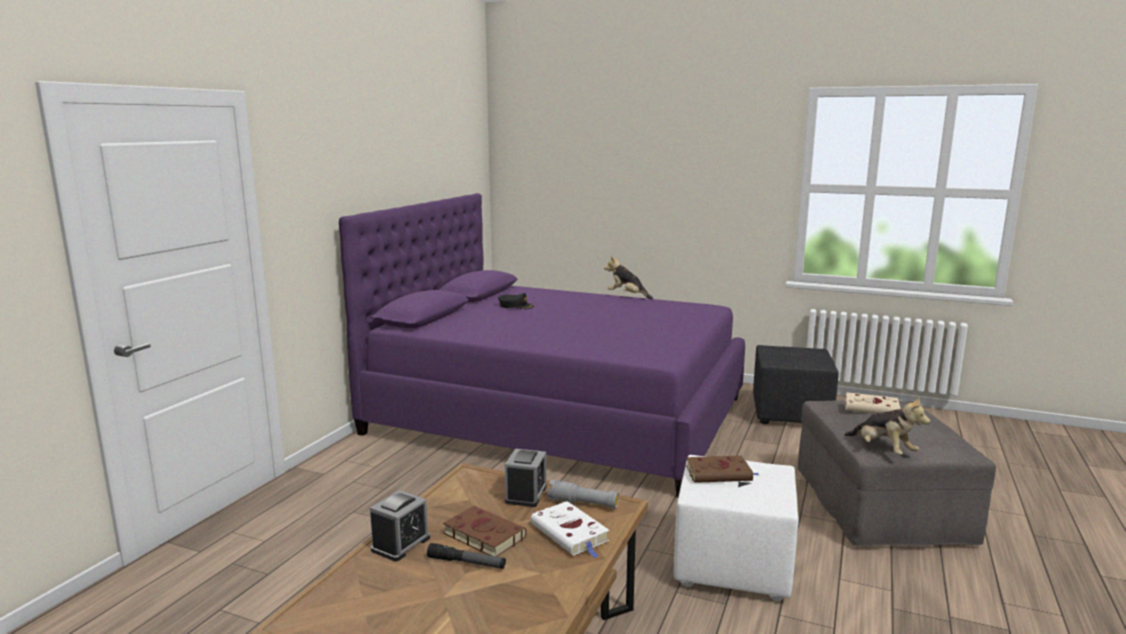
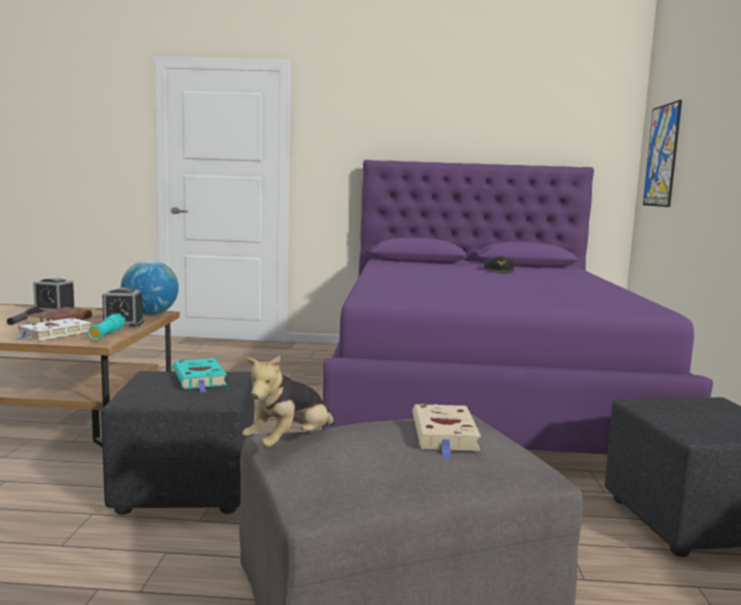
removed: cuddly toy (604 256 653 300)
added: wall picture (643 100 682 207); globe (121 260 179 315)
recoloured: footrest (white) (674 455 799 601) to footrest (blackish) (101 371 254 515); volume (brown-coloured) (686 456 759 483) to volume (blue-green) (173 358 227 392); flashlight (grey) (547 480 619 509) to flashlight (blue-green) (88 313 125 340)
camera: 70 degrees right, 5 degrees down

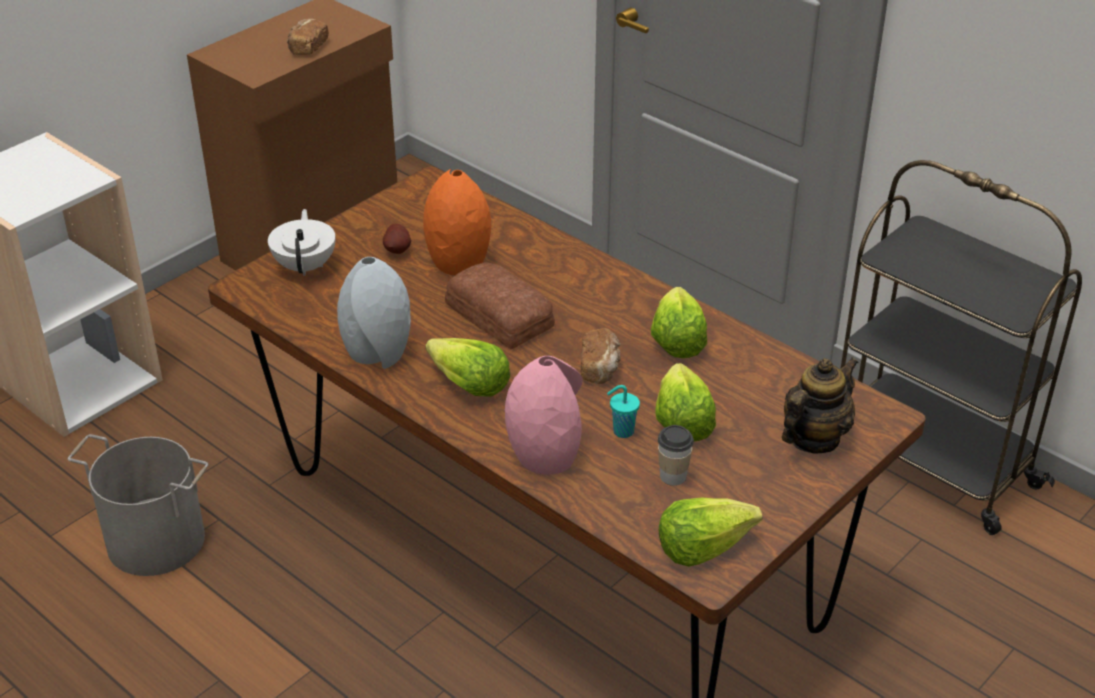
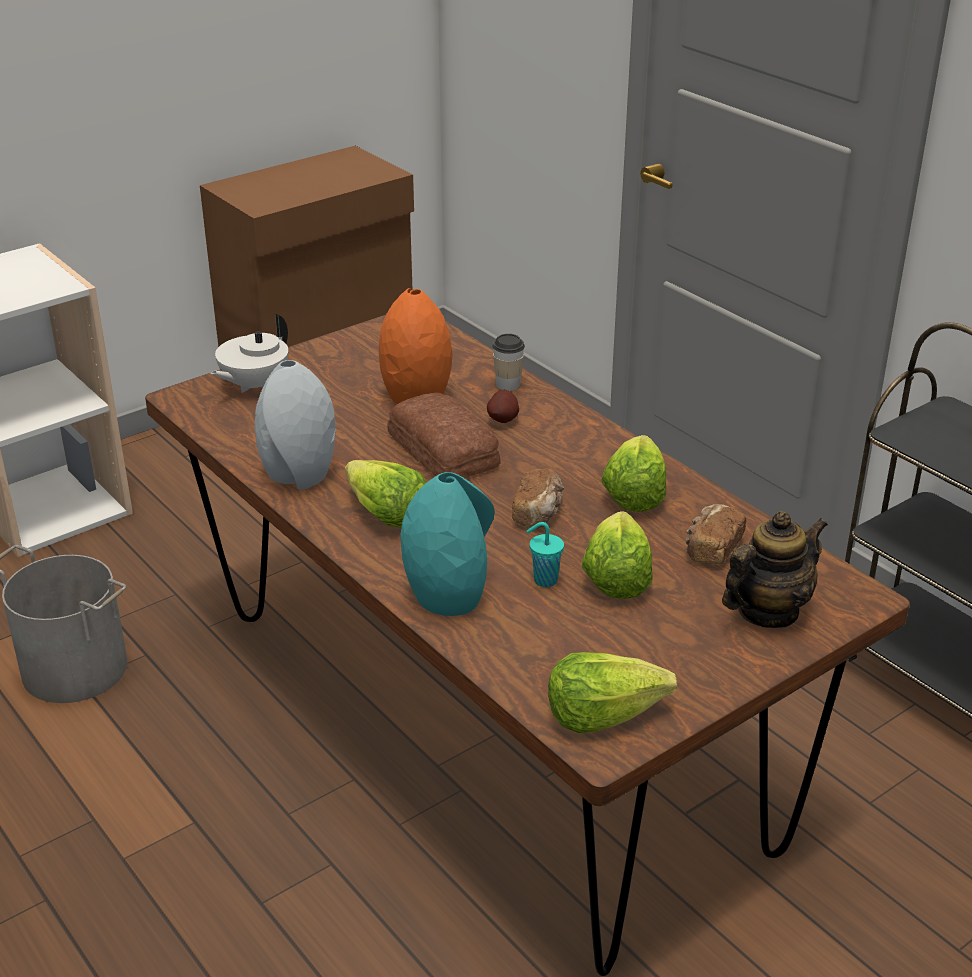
moved: bakery bread (287 19 329 55) to (686 504 746 564); spud (383 224 411 254) to (487 390 519 423); drinking cup (658 425 694 486) to (492 334 525 391)
recoloured: flower vase (pink) (505 356 583 475) to flower vase (blue-green) (400 472 495 616)
turned: tea pot (white) (268 209 336 276) = (210 314 288 393) 150 degrees counterclockwise
camera: 10 degrees right, 5 degrees down

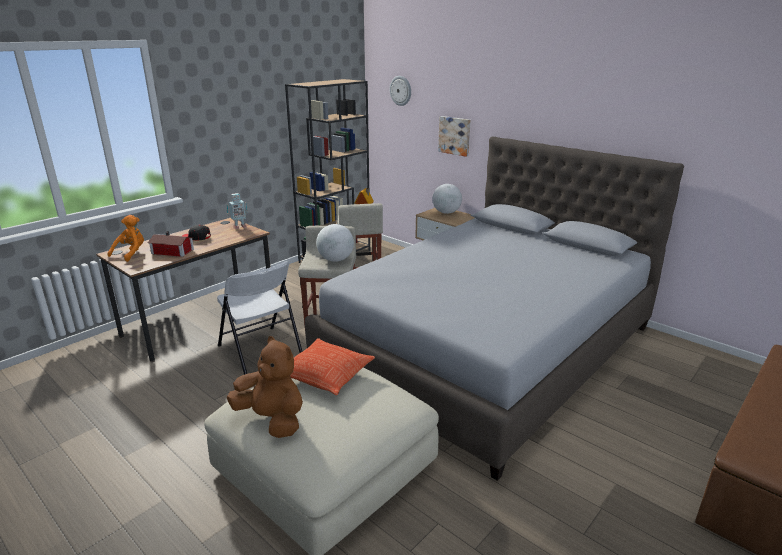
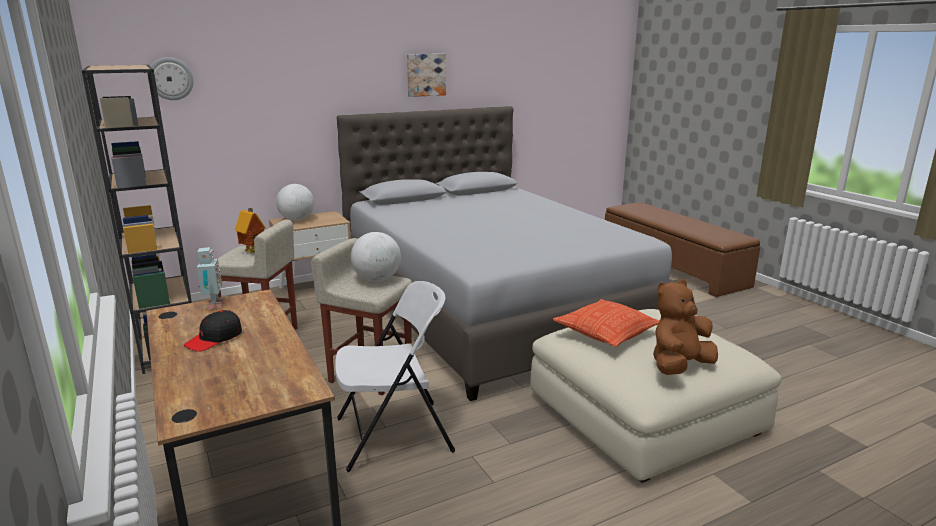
removed: cuddly toy (orange) (108 215 144 262); miniature house (147 231 194 257)
moved: wall picture (438 116 471 157) to (407 54 446 97)
camera: 70 degrees left, 5 degrees down

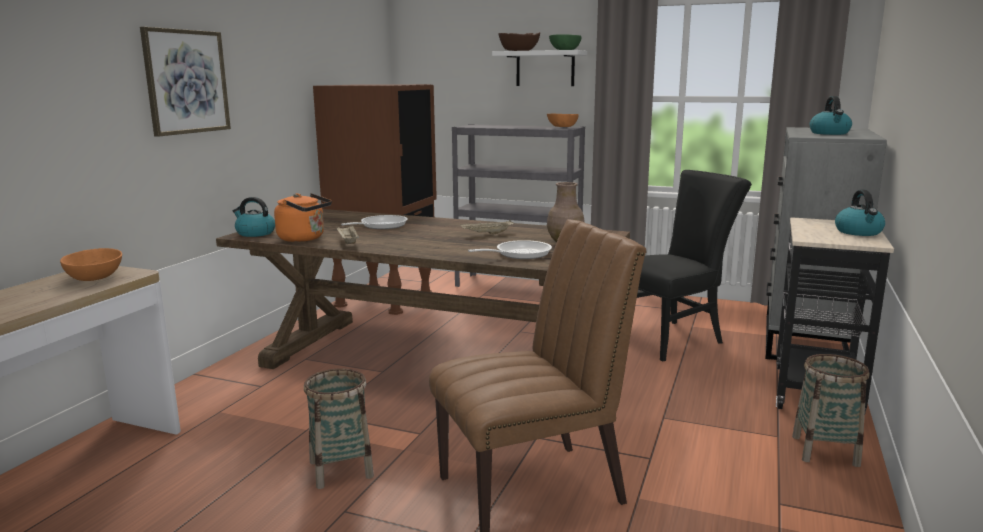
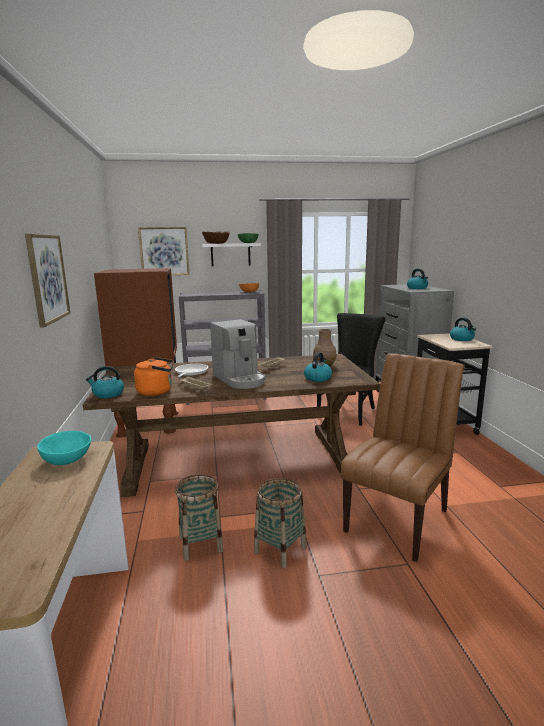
added: wall picture (138 227 190 275); coffee machine (210 319 266 389)
moved: storage basket (792 354 870 467) to (175 474 223 561)
replaced: pan (468 240 552 259) to tea kettle (304 352 332 382)
recoloured: deep dish (orange) (60 248 122 281) to deep dish (blue-green) (37 431 91 465)
camera: 30 degrees left, 0 degrees up

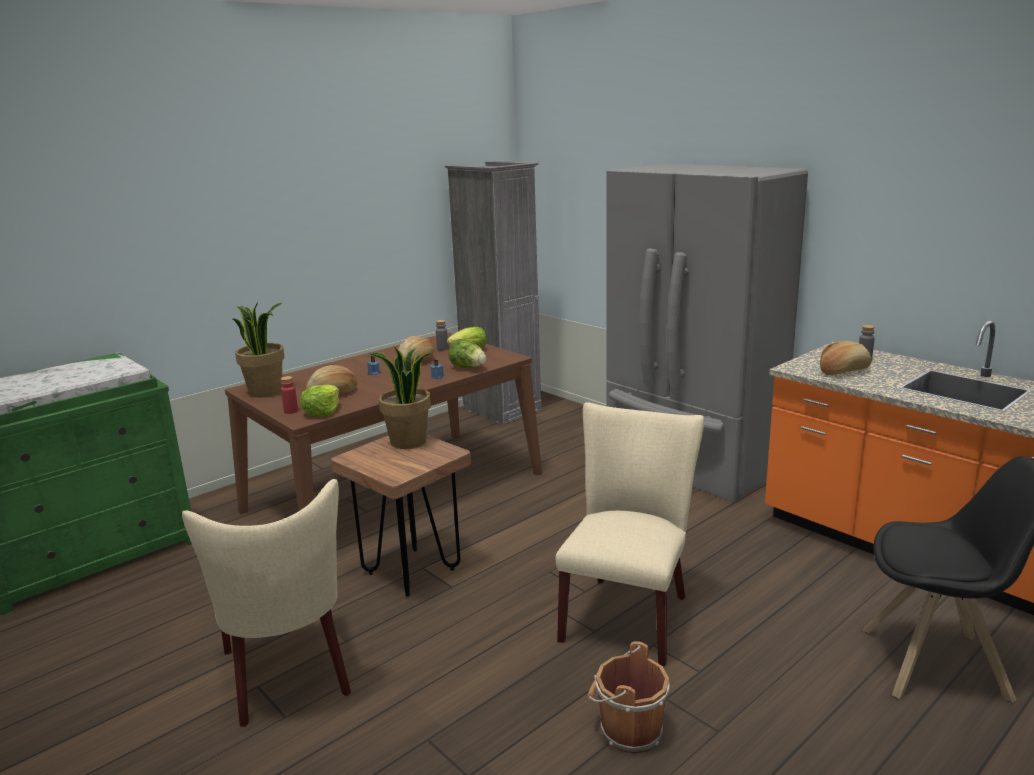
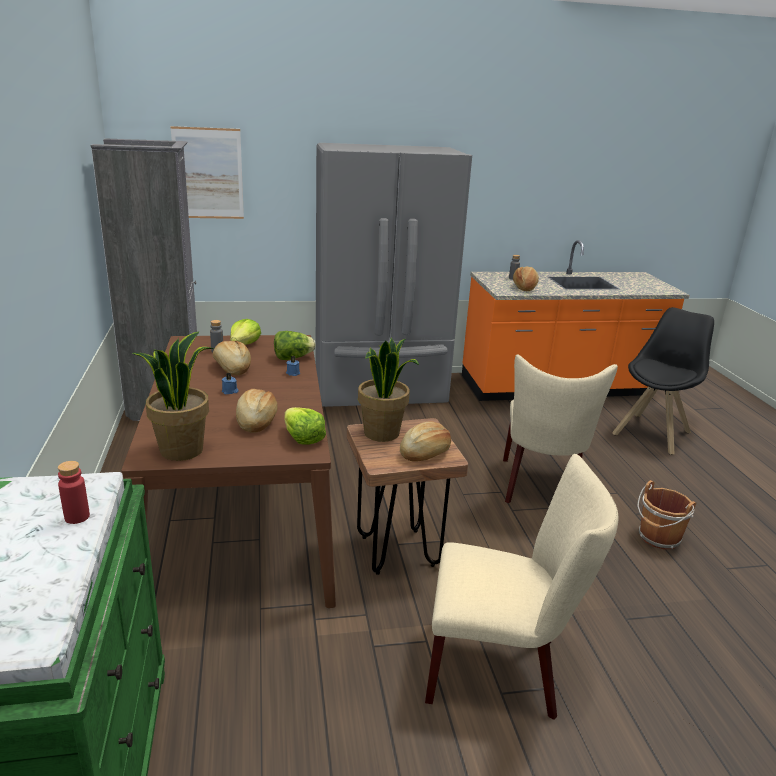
added: wall picture (170 126 244 219); bakery bread (400 421 451 462)
moved: drink bottle (red-coloured) (281 376 298 414) to (58 461 90 524)
turned: chair (beige) (556 402 704 667) = (503 354 618 503) 135 degrees counterclockwise
camera: 60 degrees left, 5 degrees up

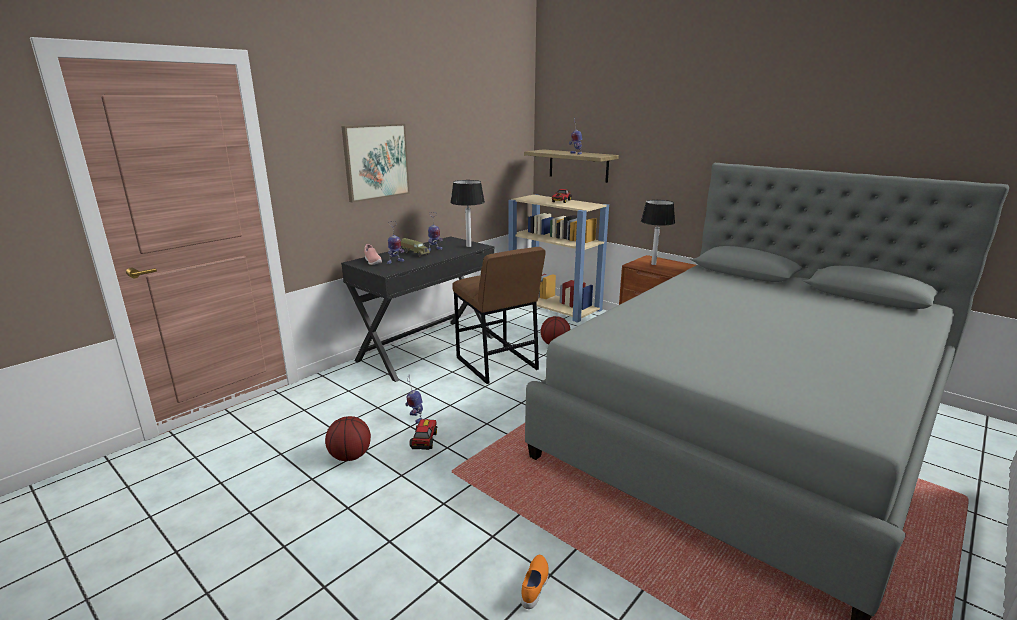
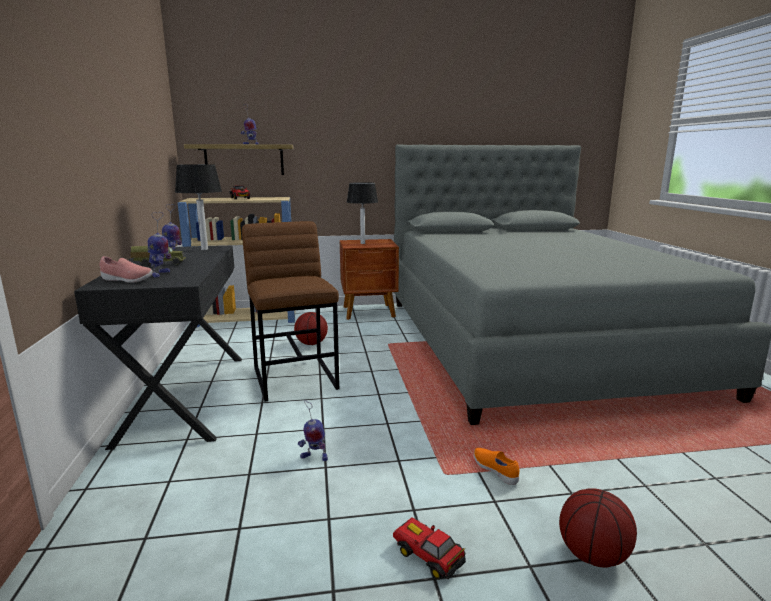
removed: wall picture (341 124 410 203)
moved: ball for basketball (325 416 371 461) to (559 488 637 568); model car (409 419 438 450) to (393 517 466 580); low shoe (orange) (521 555 549 609) to (474 448 519 485)
turned: chair (brown-coloured) (452 247 546 384) = (242 221 339 402) 120 degrees counterclockwise
camera: 50 degrees left, 5 degrees down

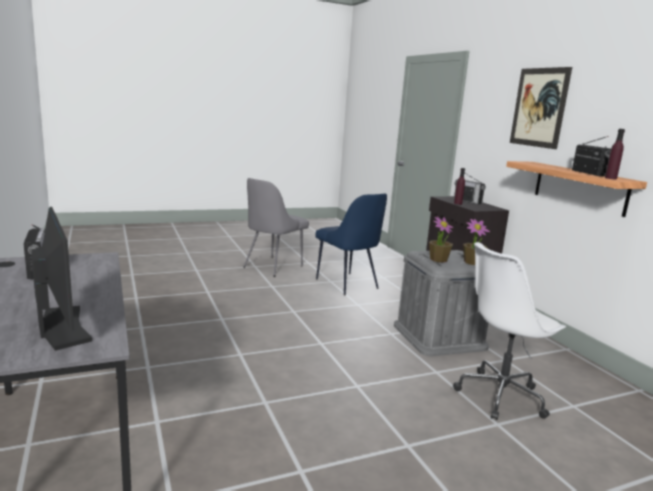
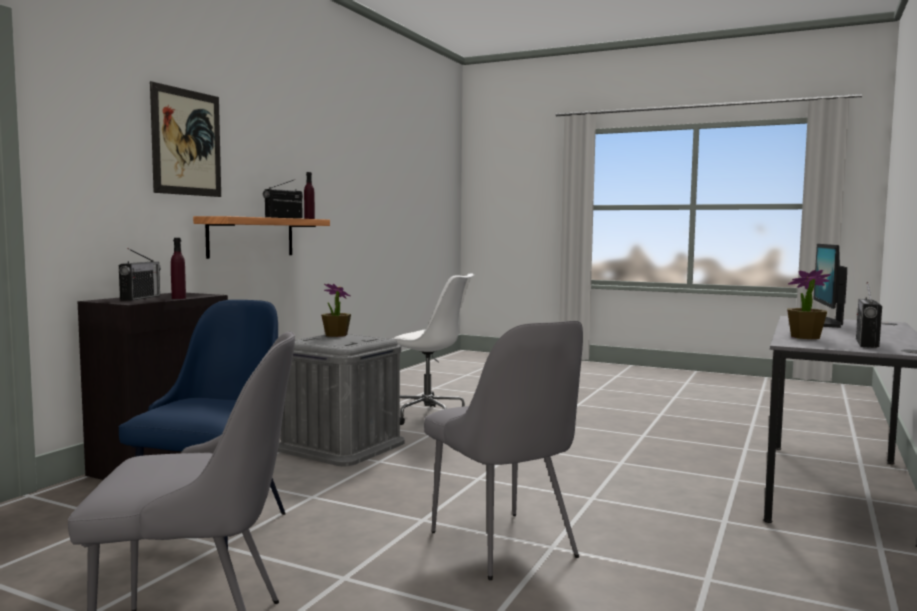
added: chair (grey) (424 321 583 580)
moved: plant in a pot (429 216 453 263) to (787 270 831 339)
camera: 130 degrees left, 10 degrees down

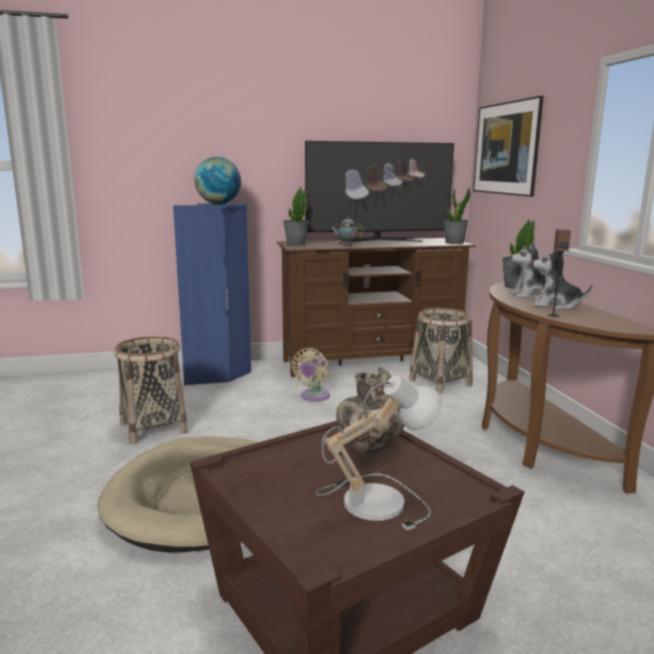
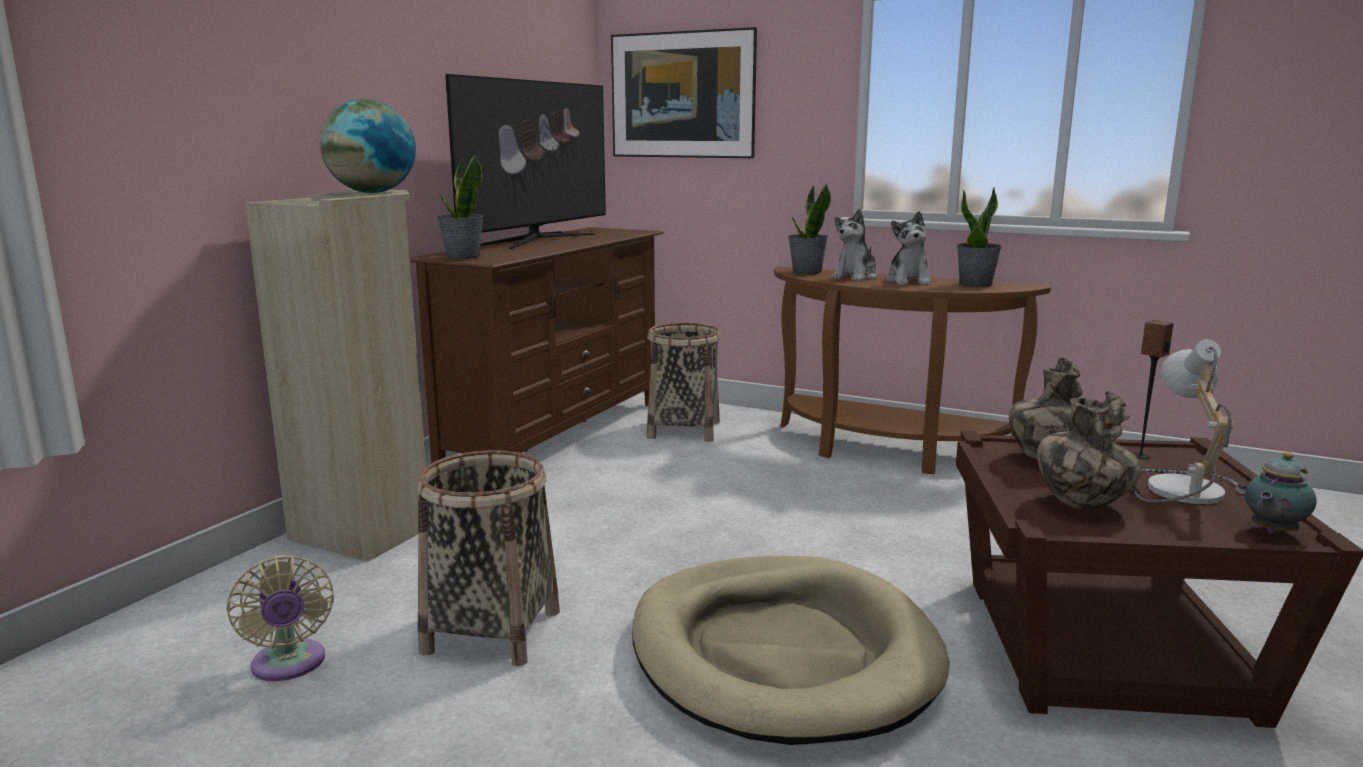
added: flower vase (1037 391 1142 510)
moved: plant in a pot (443 187 471 244) to (957 187 1002 287); tea pot (331 217 364 246) to (1245 452 1317 534); audio speaker (548 229 571 317) to (1132 320 1174 459); electric fan (beige) (292 348 330 401) to (226 555 334 681)
recoloured: storage cabinet (blue-coloured) (173 202 251 385) to storage cabinet (beige) (245 189 426 562)
turned: cuddly toy (533 250 592 310) = (886 211 931 285) 60 degrees counterclockwise
camera: 50 degrees left, 0 degrees up

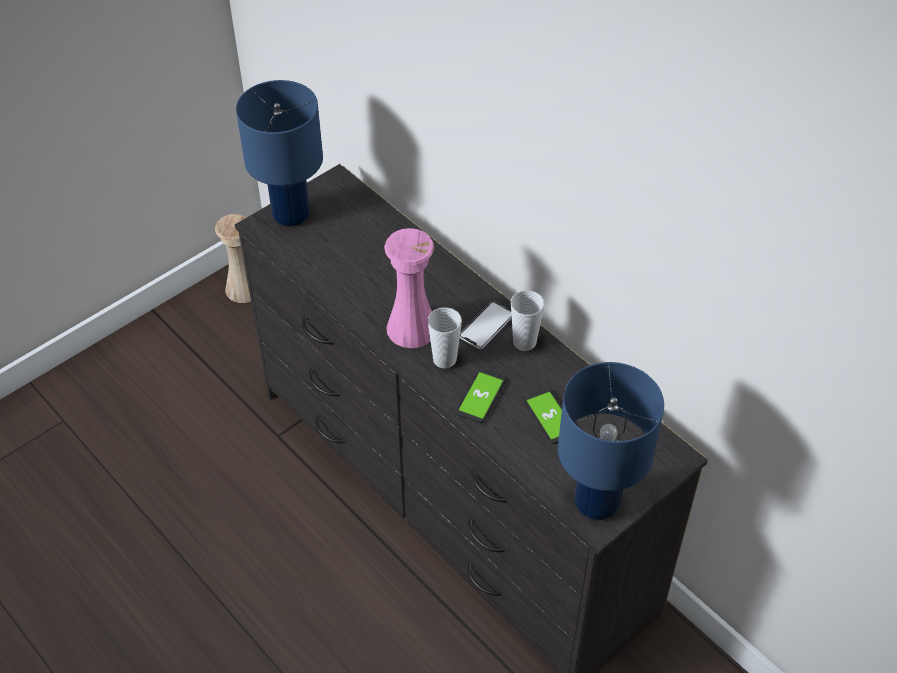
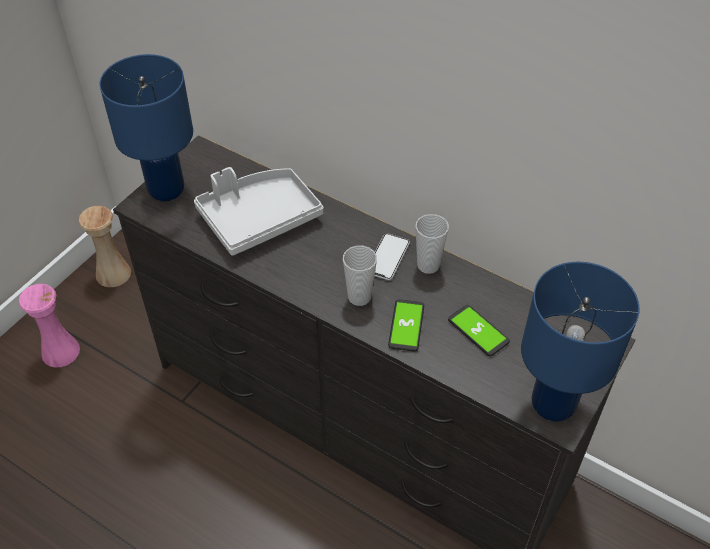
added: serving tray (grey) (194 167 324 256)
moved: flower vase (pink) (384 228 434 348) to (19 284 80 368)
camera: 15 degrees left, 0 degrees up

